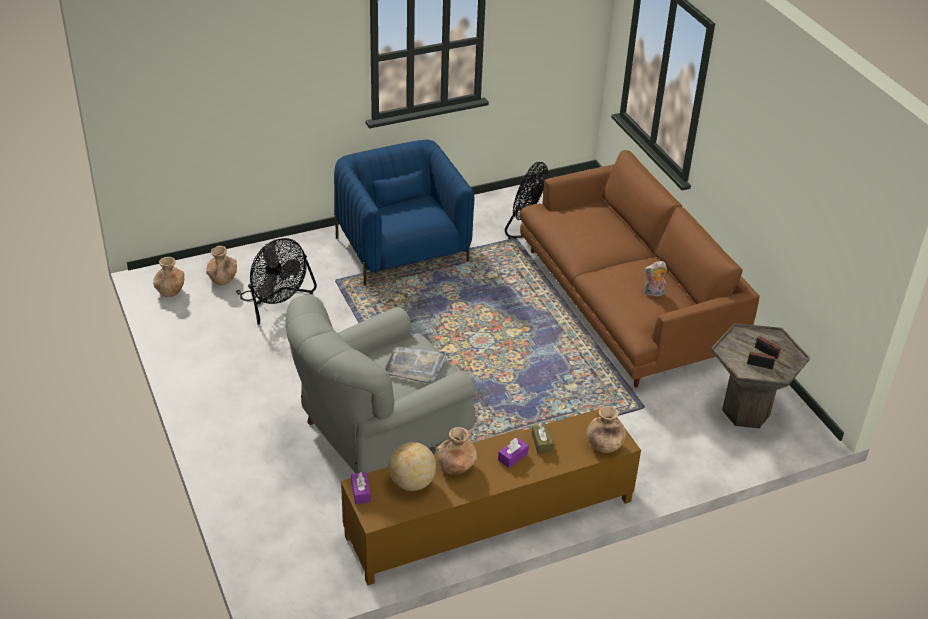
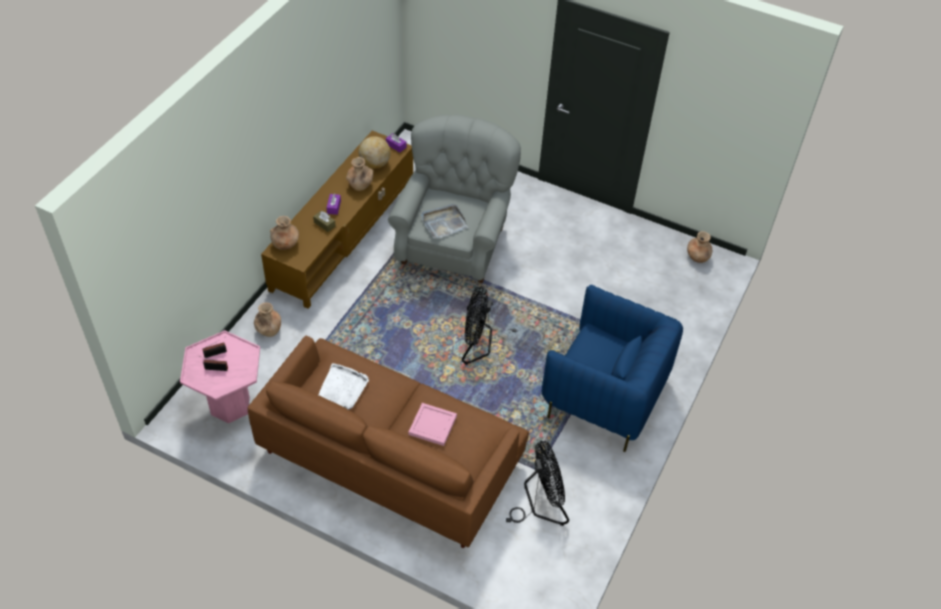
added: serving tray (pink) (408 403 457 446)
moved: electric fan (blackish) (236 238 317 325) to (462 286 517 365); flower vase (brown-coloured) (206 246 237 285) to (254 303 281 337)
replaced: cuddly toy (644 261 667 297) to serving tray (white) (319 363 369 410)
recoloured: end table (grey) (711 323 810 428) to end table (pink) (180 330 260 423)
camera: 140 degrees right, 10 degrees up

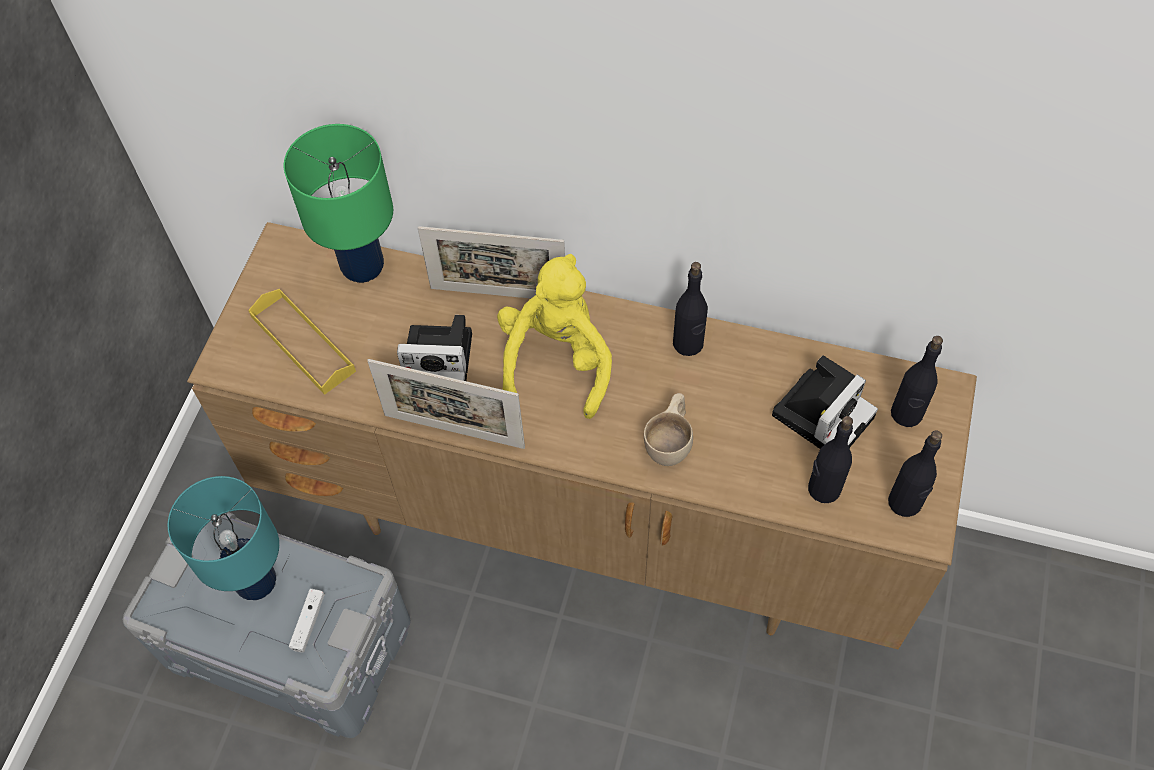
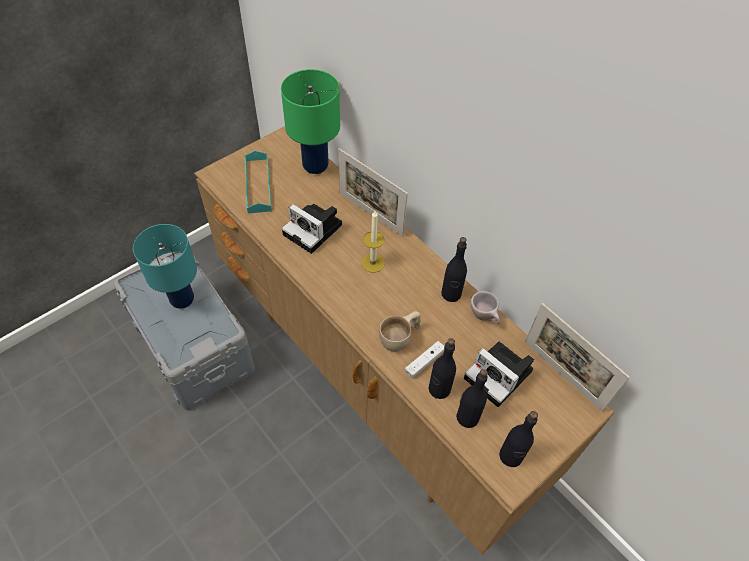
added: drinking cup (beige) (470 291 500 324)
moved: drink bottle (blackish) (891 336 943 427) to (428 338 456 399); picture frame (367 359 525 449) to (525 303 630 412); joypad (white) (289 589 325 653) to (405 341 444 378)
replaced: cuddly toy (yellow) (497 254 612 419) to wax candle (361 211 385 273)
recoloured: serving tray (yellow) (248 289 356 395) to serving tray (blue-green) (245 151 272 213)
turned: still camera (772 355 878 449) = (464 342 534 407) 60 degrees clockwise
camera: 30 degrees right, 5 degrees down

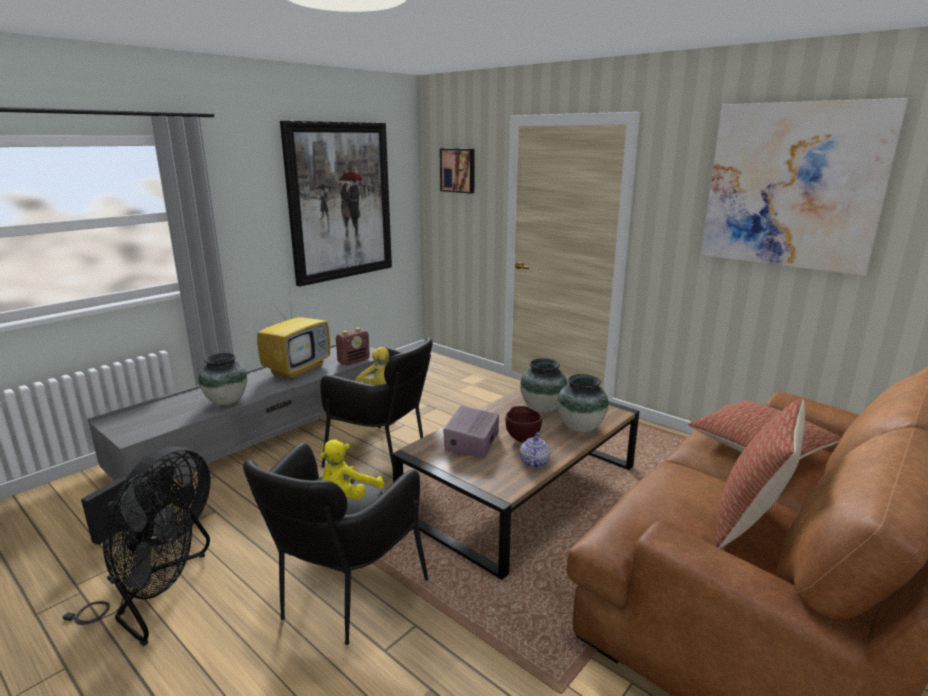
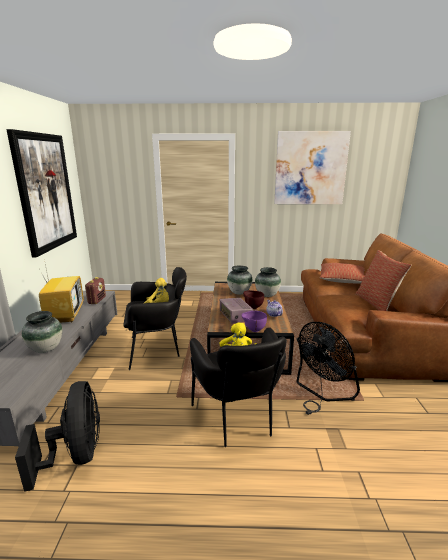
removed: wall picture (440 148 475 194)
added: deep dish (purple) (242 311 267 332)
moved: electric fan (blackish) (63 472 210 646) to (297 322 360 415)
camera: 40 degrees left, 0 degrees up

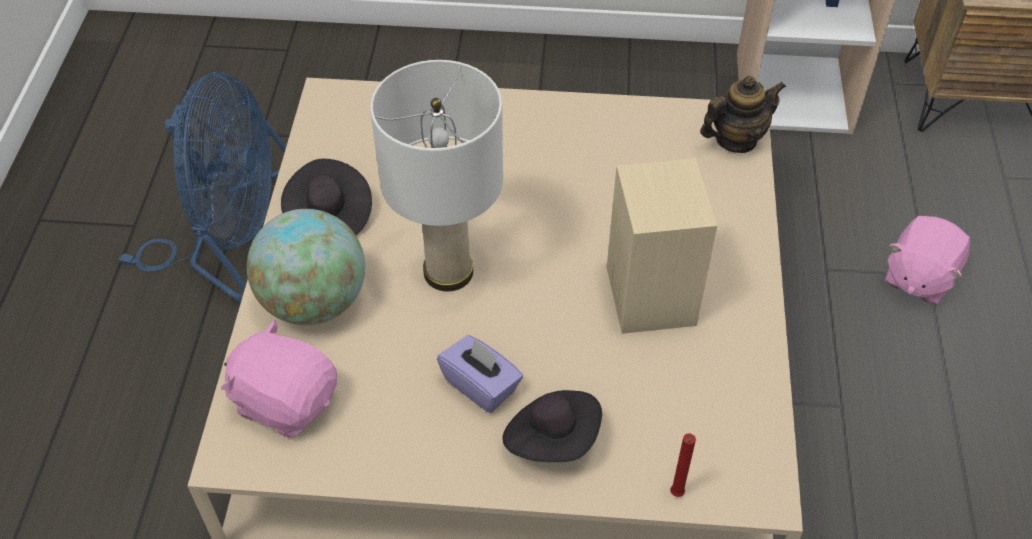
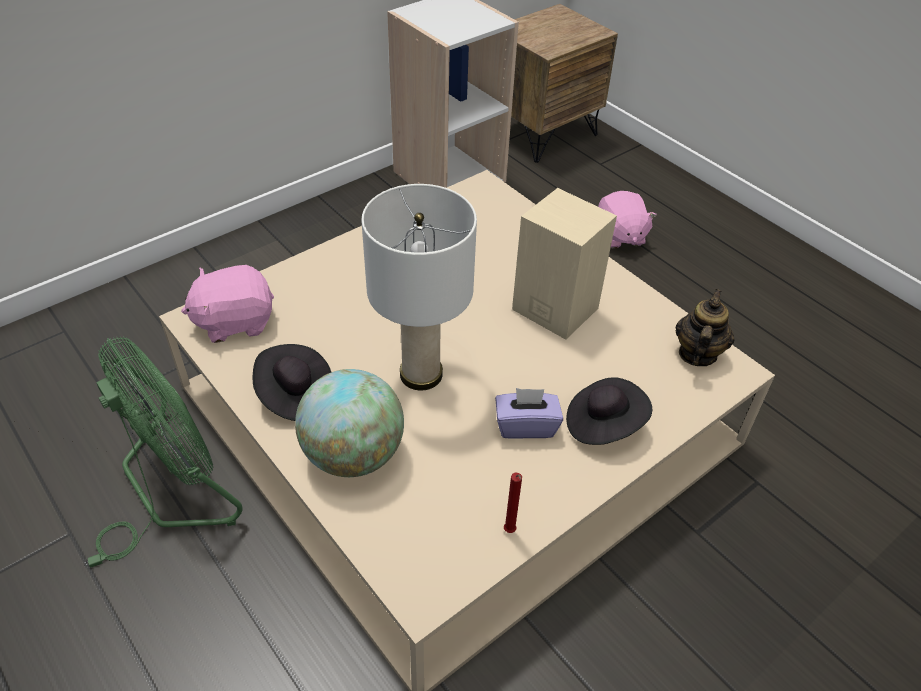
moved: tea pot (700 76 786 153) to (675 289 735 366); cuddly toy (pink) (221 319 337 438) to (181 265 274 343); wax candle (red-coloured) (670 433 696 497) to (504 472 522 533)
recoloured: electric fan (blue-coloured) (120 72 286 304) to electric fan (green-coloured) (84 337 242 568)
camera: 45 degrees left, 5 degrees down

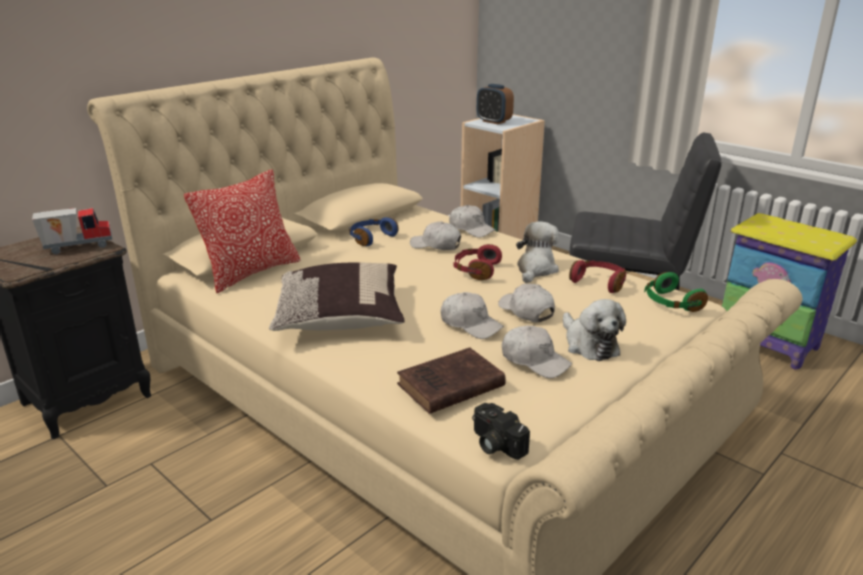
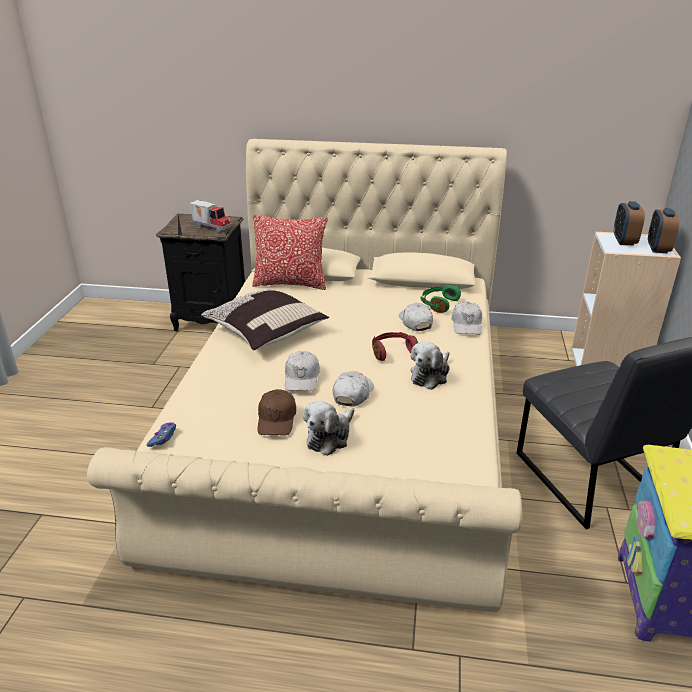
removed: headphones (blue-coloured) (349 217 399 246); headphones (red-coloured) (569 260 626 293); volume (brown-coloured) (397 347 506 414)
added: bedside clock (648 208 680 254)
moved: headphones (green-coloured) (644 272 708 312) to (420 285 461 313)
replaced: still camera (472 403 530 460) to joypad (blue-coloured) (146 422 176 447)
recoloured: baseball cap (white) (502 326 572 378) to baseball cap (brown-coloured) (257 389 296 436)
turned: cuddly toy (516 221 559 283) = (411 342 450 390) 135 degrees clockwise
camera: 55 degrees right, 5 degrees up

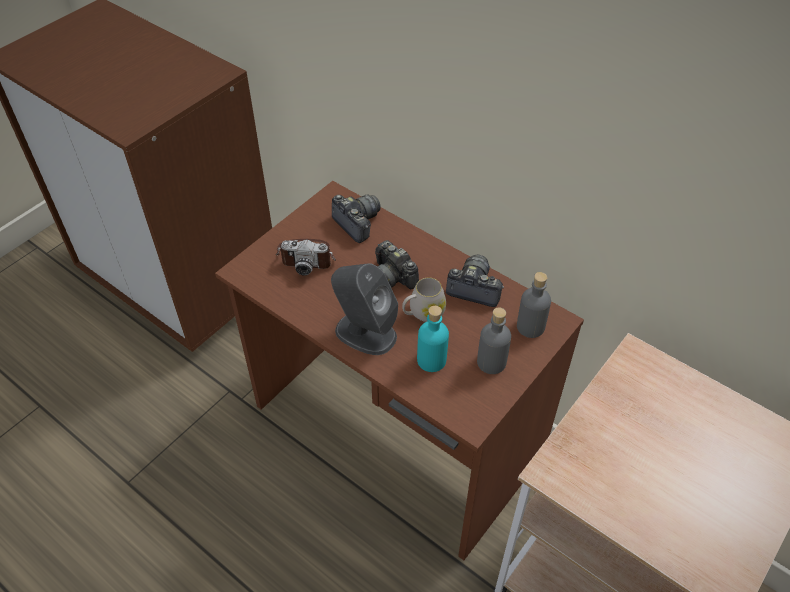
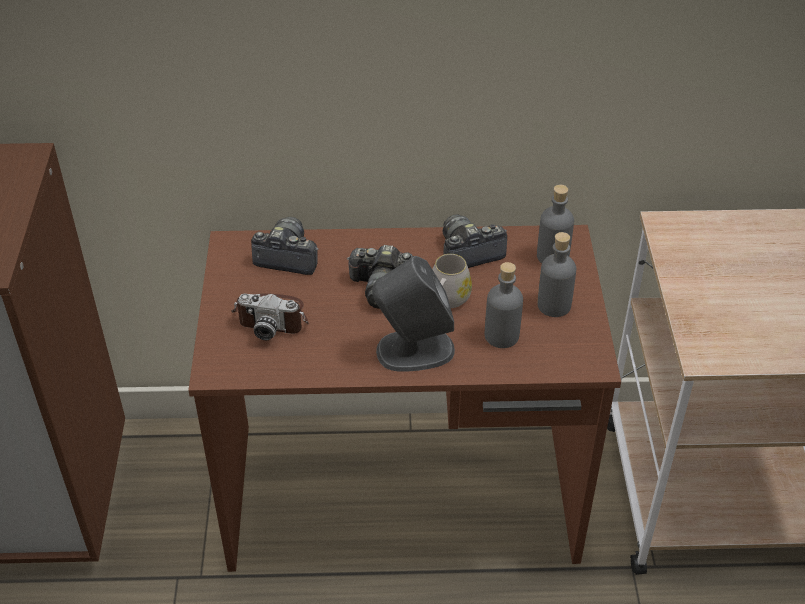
recoloured: drink bottle (blue-green) (417 306 449 372) to drink bottle (grey) (485 262 523 348)
turned: still camera (275 239 336 276) = (231 293 309 340) 45 degrees clockwise
camera: 40 degrees left, 5 degrees down

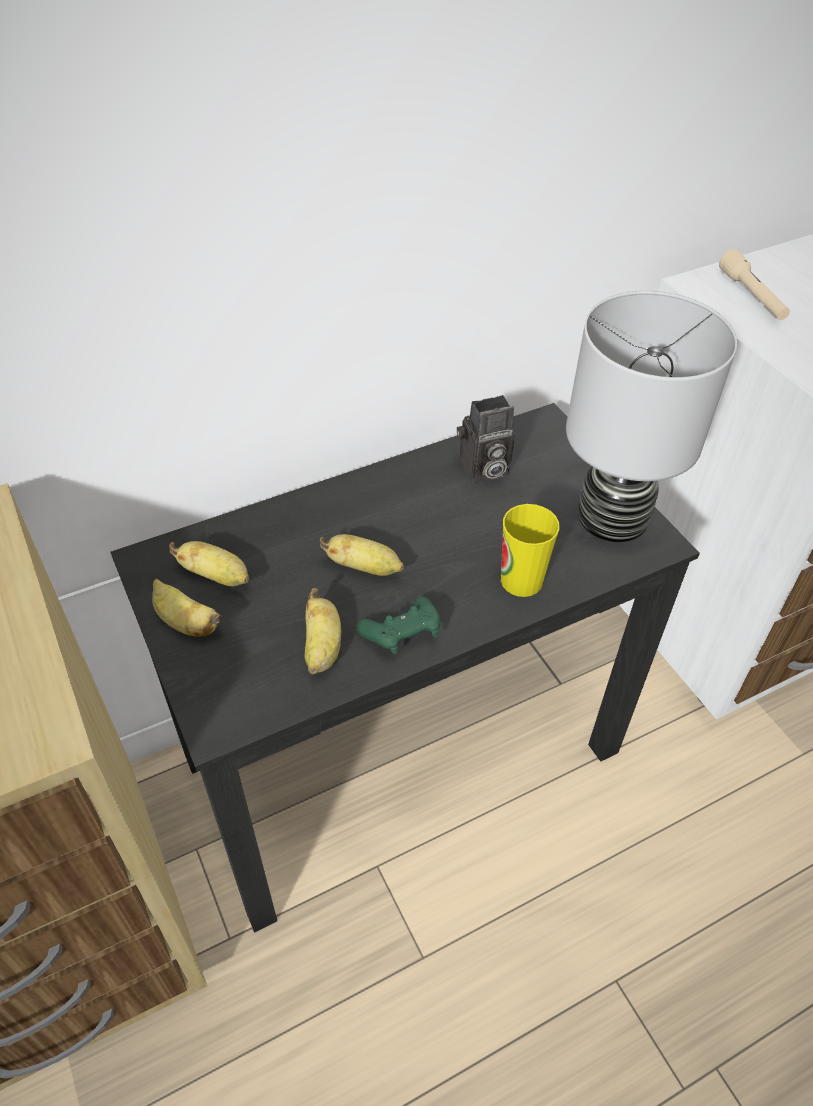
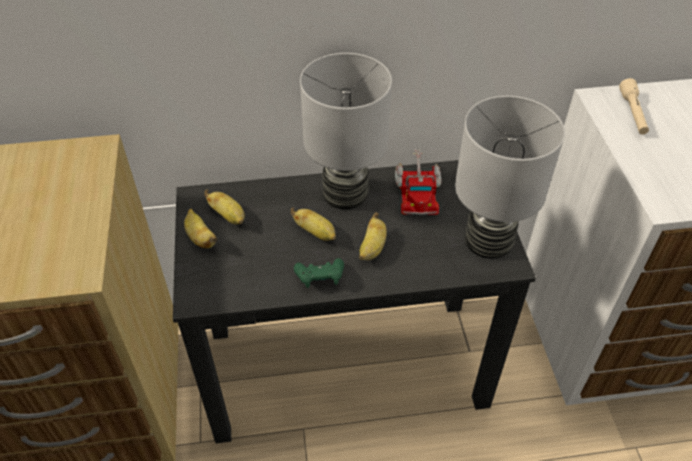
removed: drinking cup (501 504 559 597)
added: table lamp (grey) (300 53 392 209)
moved: banana (305 588 341 674) to (359 212 387 260)
replaced: still camera (457 395 515 484) to toy truck (395 149 442 215)
camera: 20 degrees right, 0 degrees up

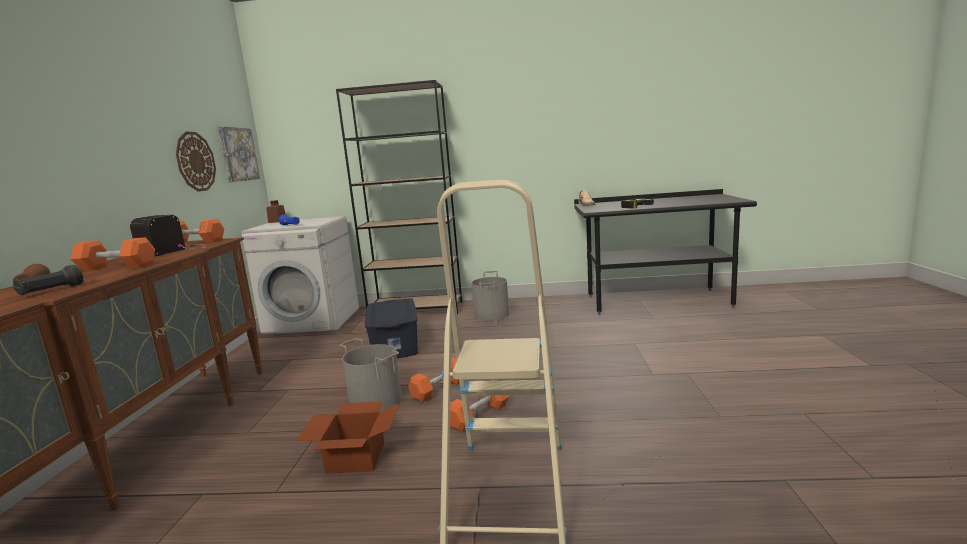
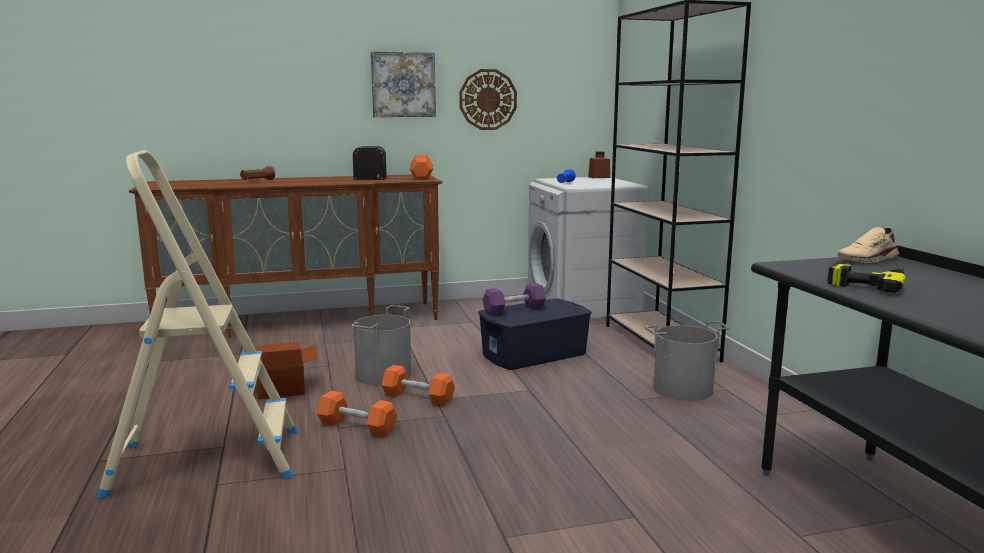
removed: hand weight (orange) (70 237 155 271); flashlight (blackish) (13 265 83 295)
added: hand weight (purple) (482 283 546 316)
moved: wall picture (218 126 260 182) to (371 51 436 117)
camera: 70 degrees right, 0 degrees up

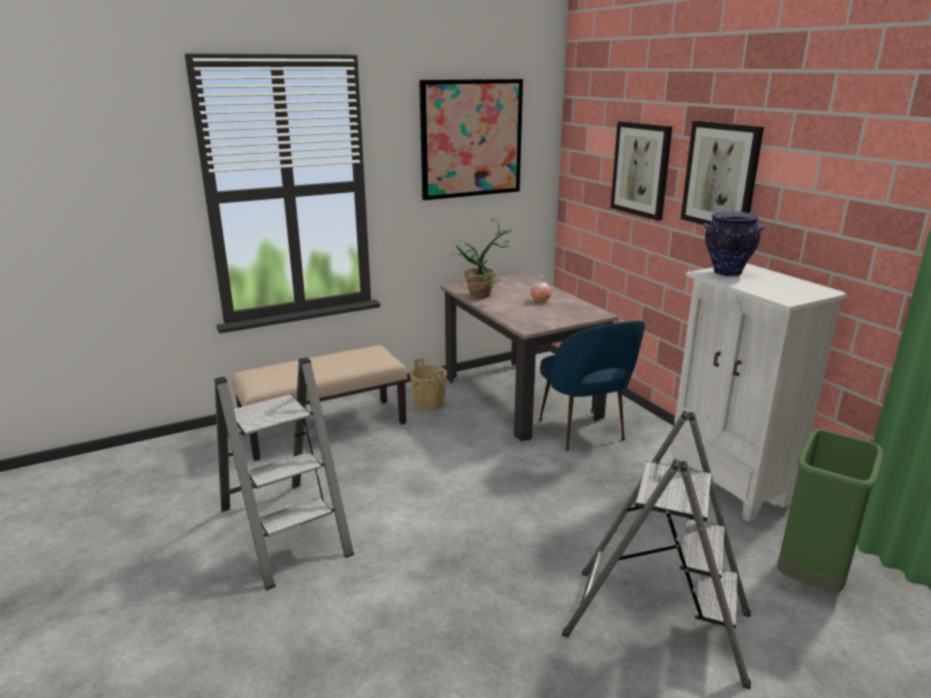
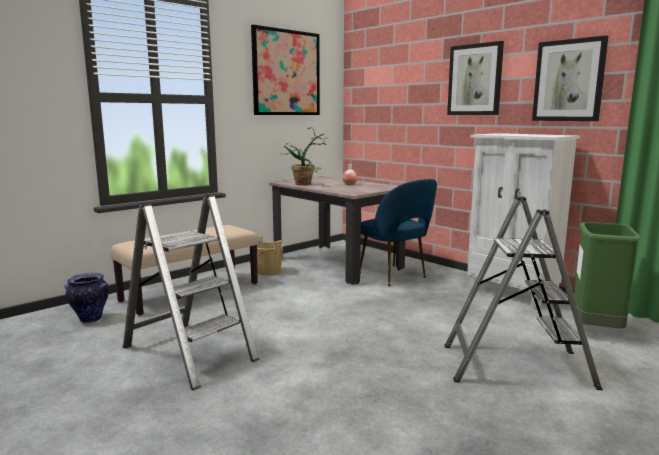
moved: wall picture (610 121 672 221) to (532 35 609 121); flower vase (703 211 765 276) to (64 273 109 323)
camera: 15 degrees left, 10 degrees down

